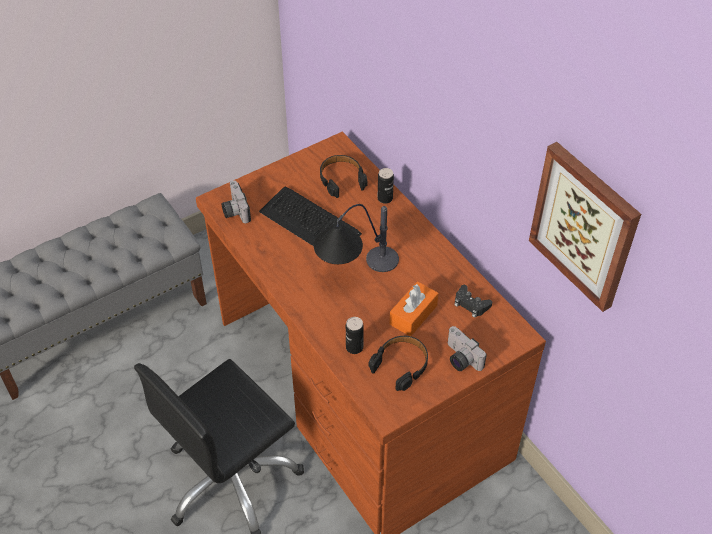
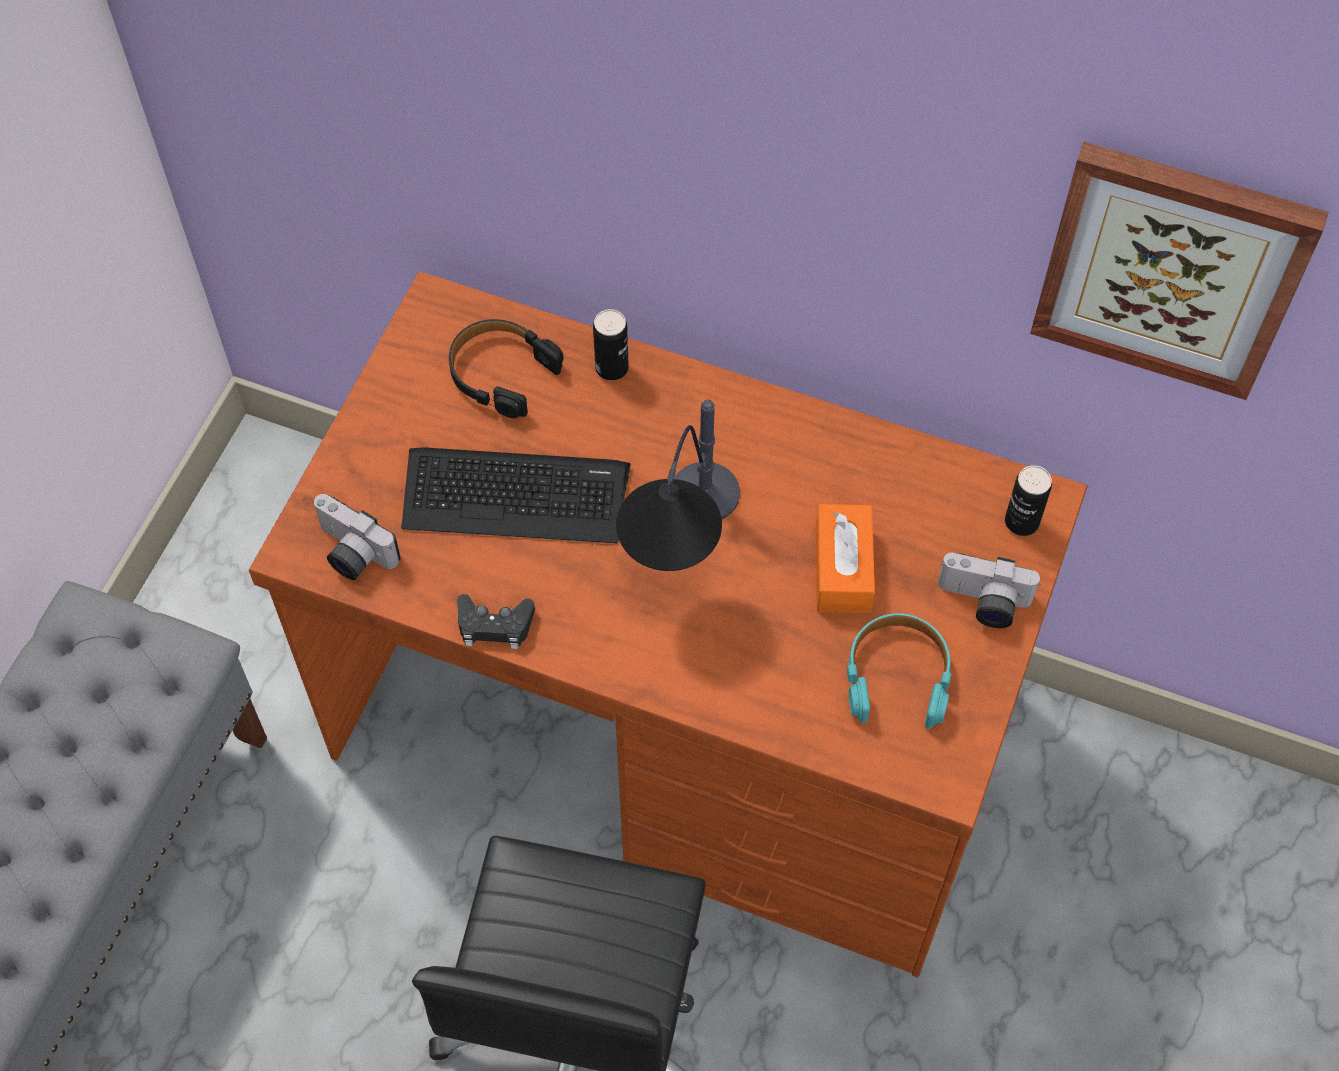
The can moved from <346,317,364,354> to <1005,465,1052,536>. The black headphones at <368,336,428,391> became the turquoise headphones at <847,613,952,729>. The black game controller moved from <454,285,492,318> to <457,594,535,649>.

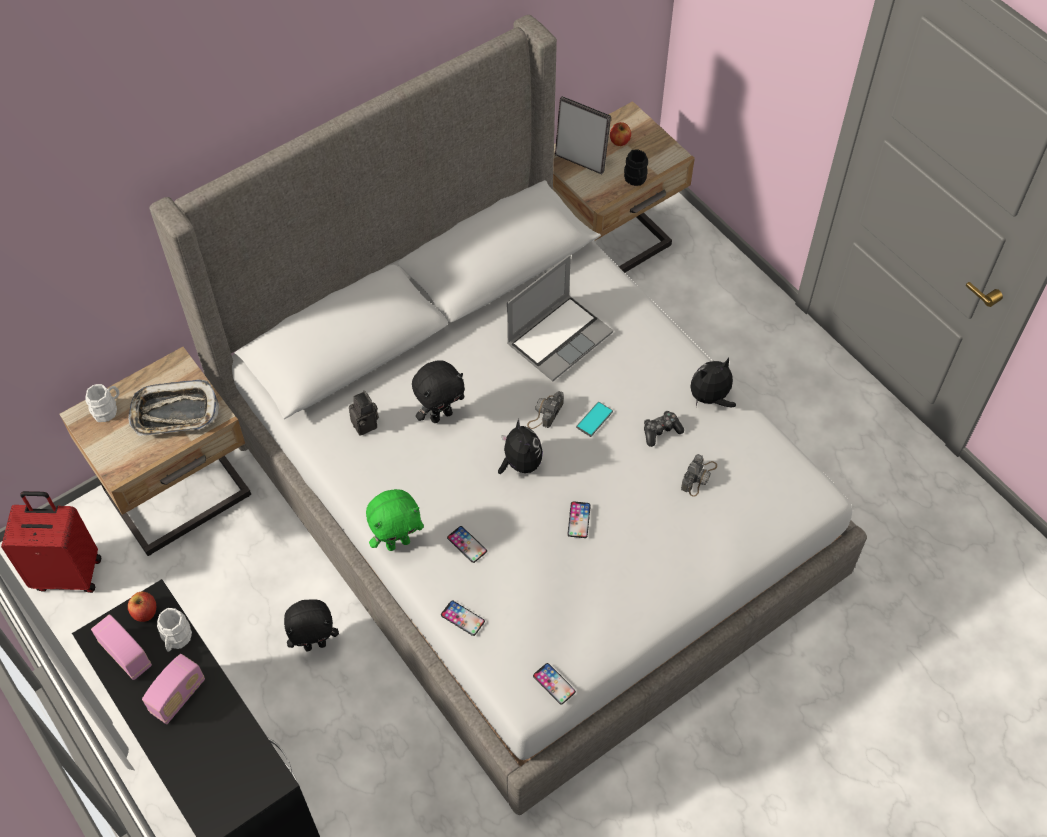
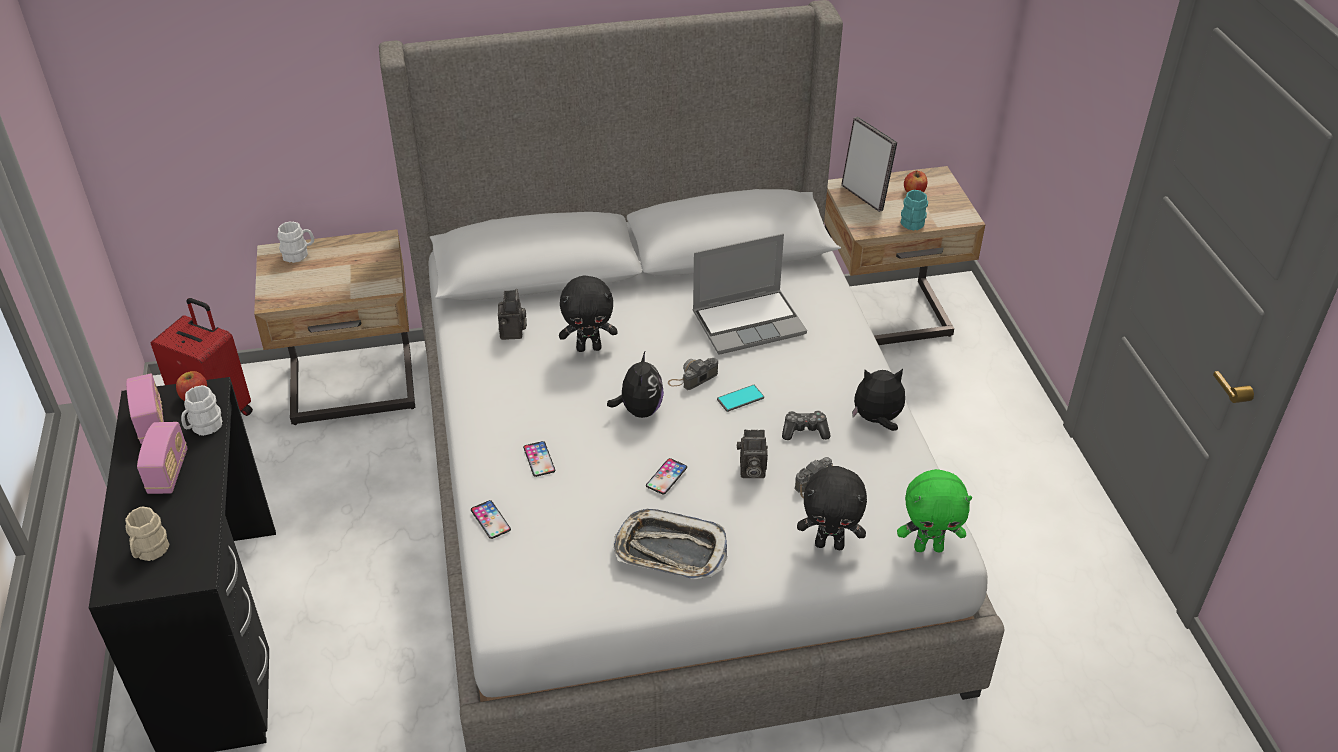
The tray moved from <128,380,219,436> to <613,509,727,579>. The radio at <142,654,205,724> turned 60 degrees counterclockwise. The black plush toy moved from <284,599,339,651> to <797,466,867,550>. The green plush toy moved from <366,489,424,551> to <897,469,972,552>. The phone at <533,663,576,705> disappeared. The black mug at <624,149,648,186> became the turquoise mug at <901,190,928,231>. The beige mug at <125,506,169,561> appeared. The photo camera at <737,430,768,478> appeared.

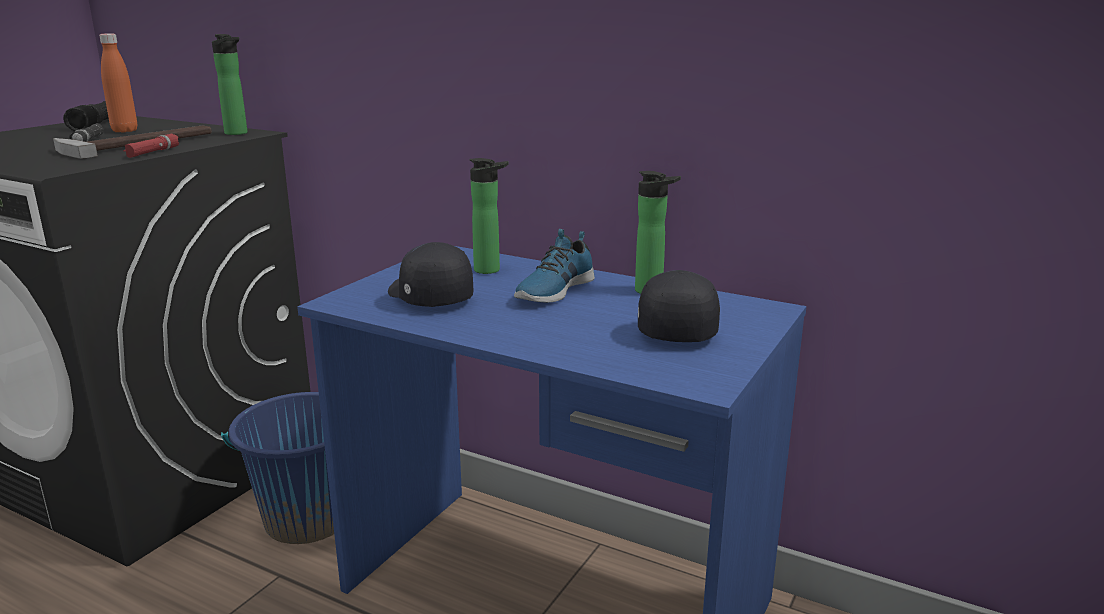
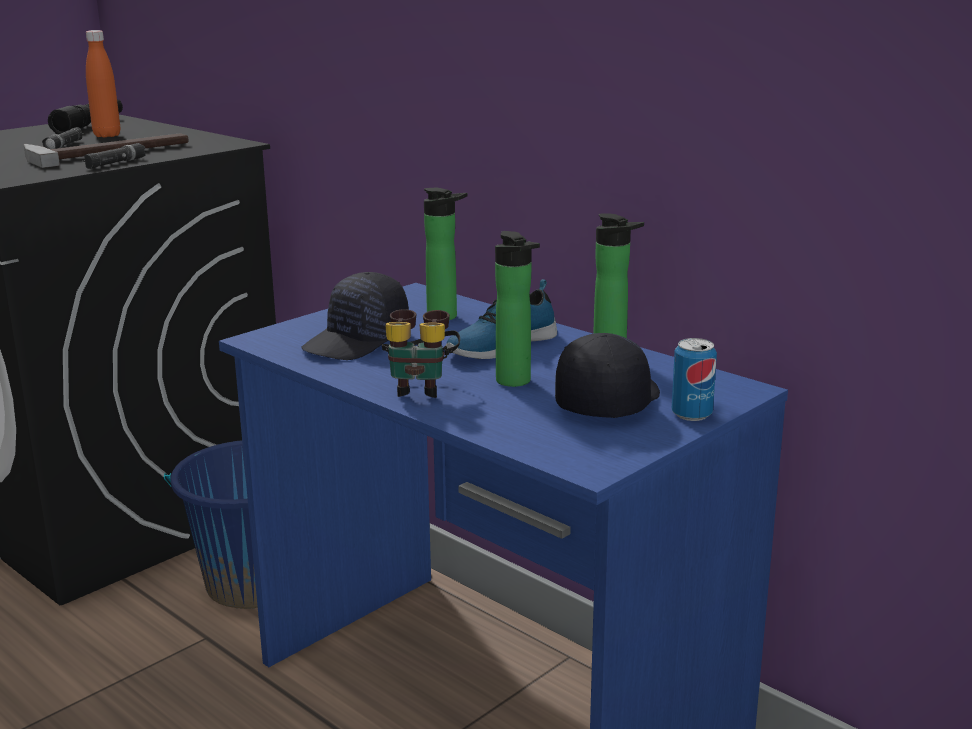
The red flashlight at <123,133,179,158> became the black flashlight at <83,143,146,169>. The bottle moved from <212,34,248,135> to <495,231,540,387>. The black cap at <388,242,474,307> turned 120 degrees counterclockwise. The binoculars at <382,309,460,398> appeared. The can at <671,338,717,421> appeared.

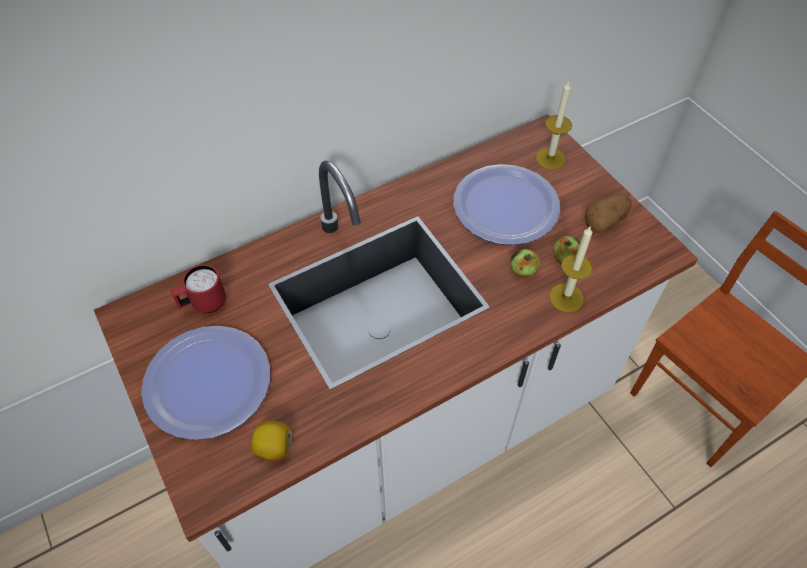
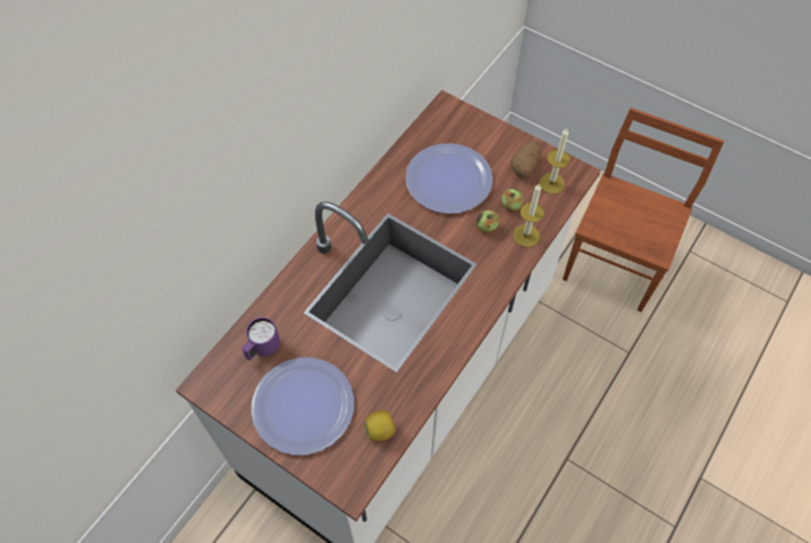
The red mug at <171,264,226,313> became the purple mug at <242,317,280,360>. The candle moved from <536,81,572,170> to <539,129,570,194>.

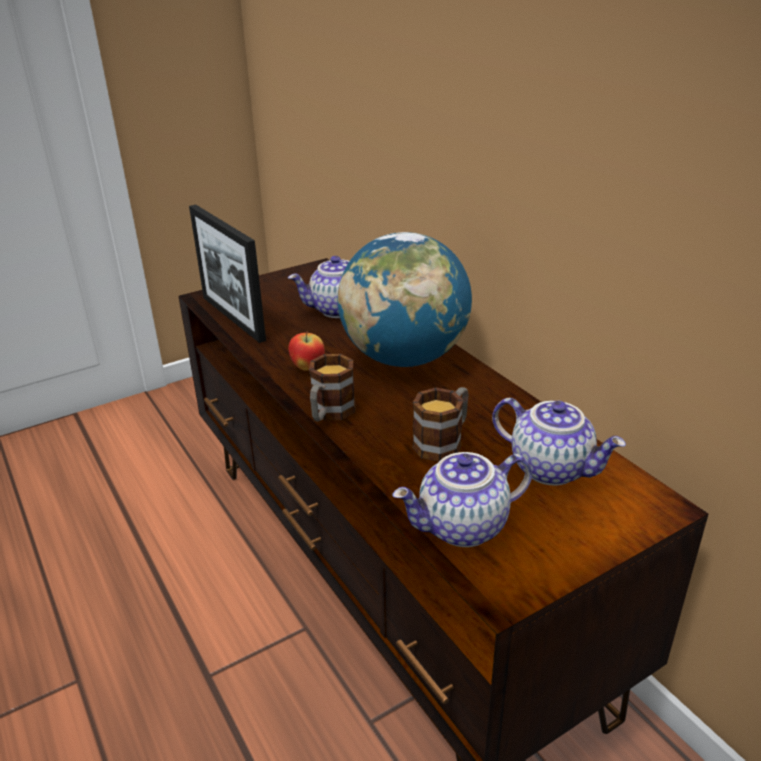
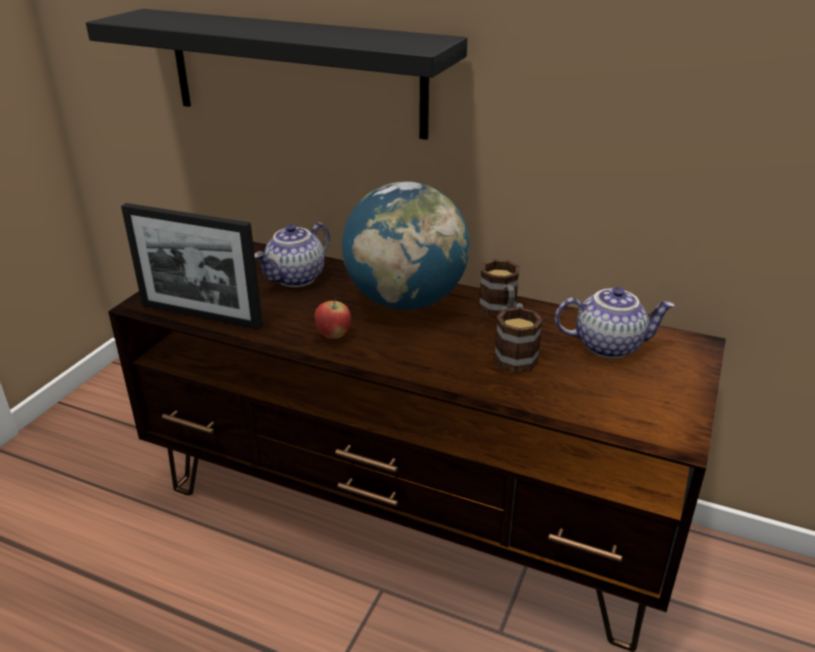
The mug moved from <309,354,355,421> to <478,259,520,317>. The teapot at <392,452,532,547> disappeared. The black shelf at <86,9,467,140> appeared.

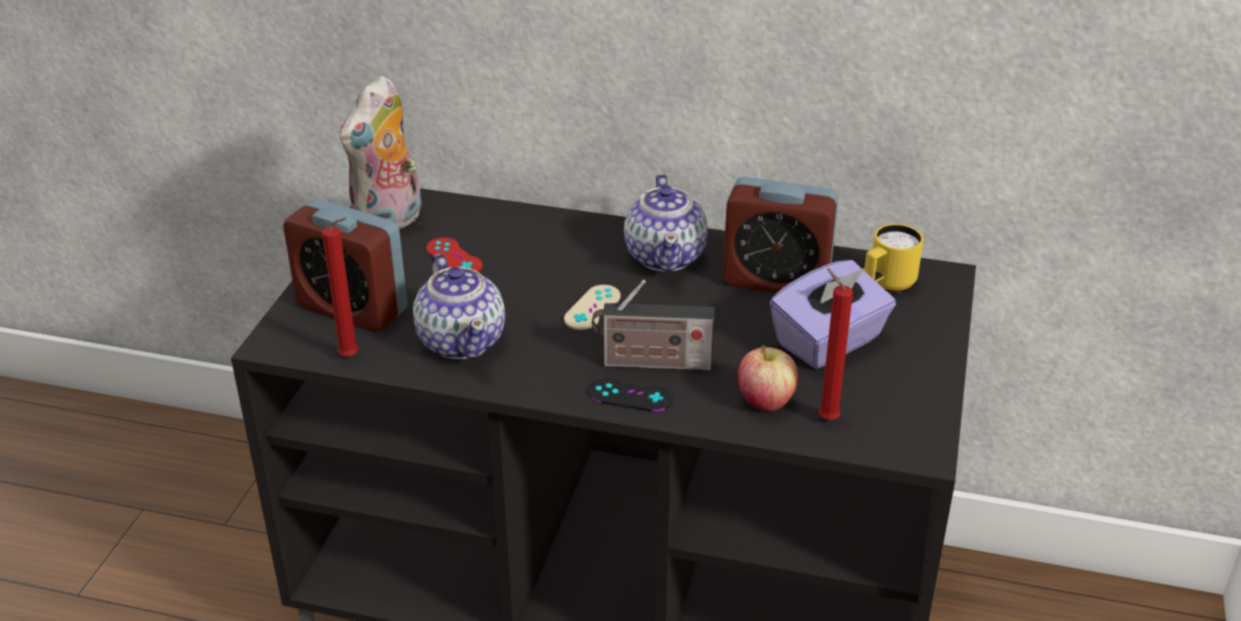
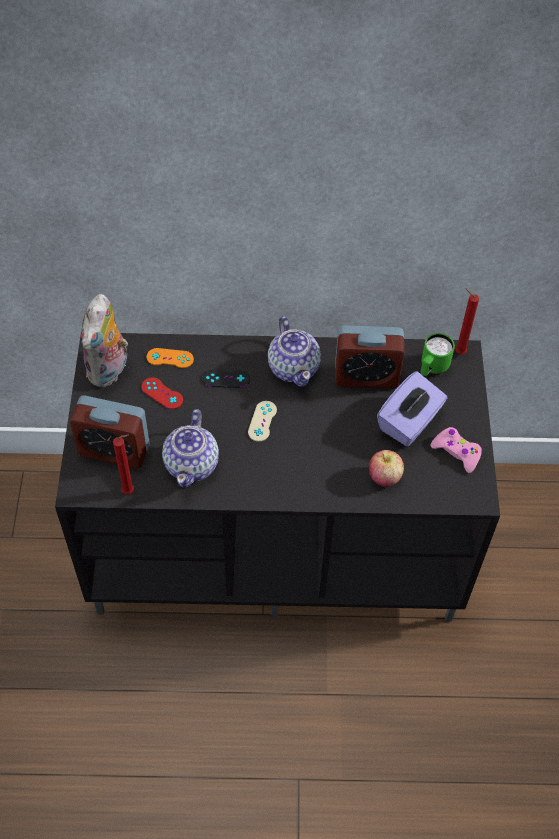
The teapot at <413,254,505,359> turned 45 degrees clockwise. The black game controller moved from <589,378,673,412> to <202,369,250,388>. The radio at <592,280,714,370> disappeared. The red candle moved from <818,268,853,420> to <455,288,479,355>. The yellow mug at <864,224,924,293> became the green mug at <421,333,455,376>. The orange game controller at <147,348,194,368> appeared. The pink game controller at <431,427,482,473> appeared.

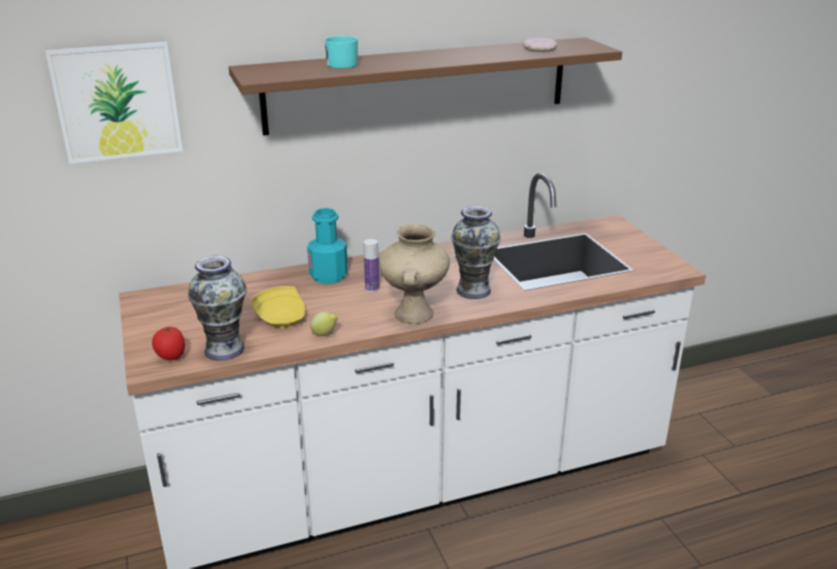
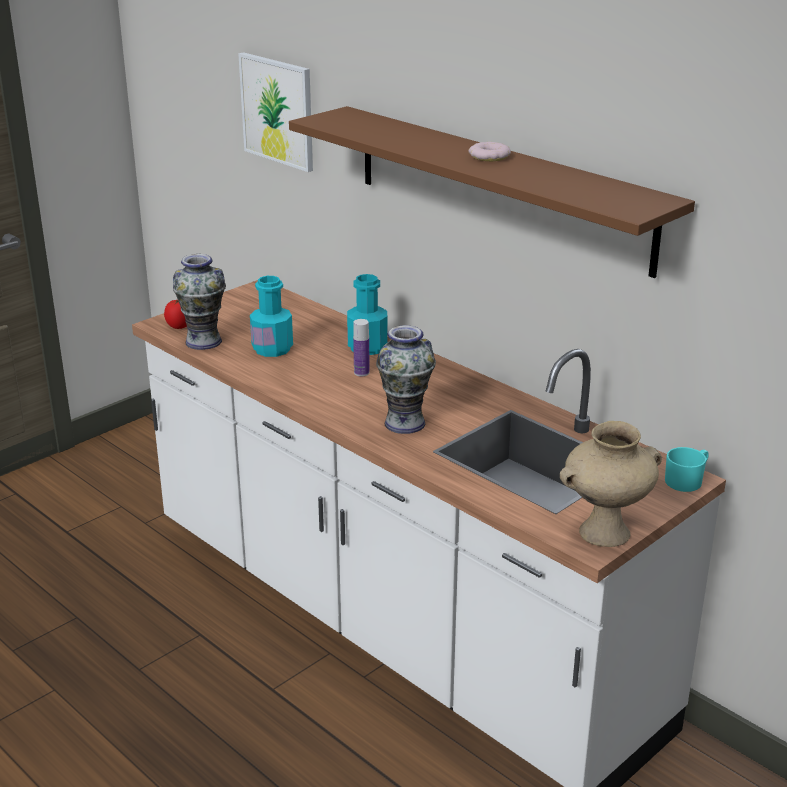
The yellow plate at <252,286,305,328> was replaced by the turquoise bottle at <250,276,293,357>. The lemon at <310,311,338,336> disappeared. The turquoise mug moved from <325,35,358,68> to <665,447,709,492>. The beige vase moved from <379,224,450,324> to <560,421,662,547>. The donut moved from <523,38,557,52> to <468,142,511,161>.

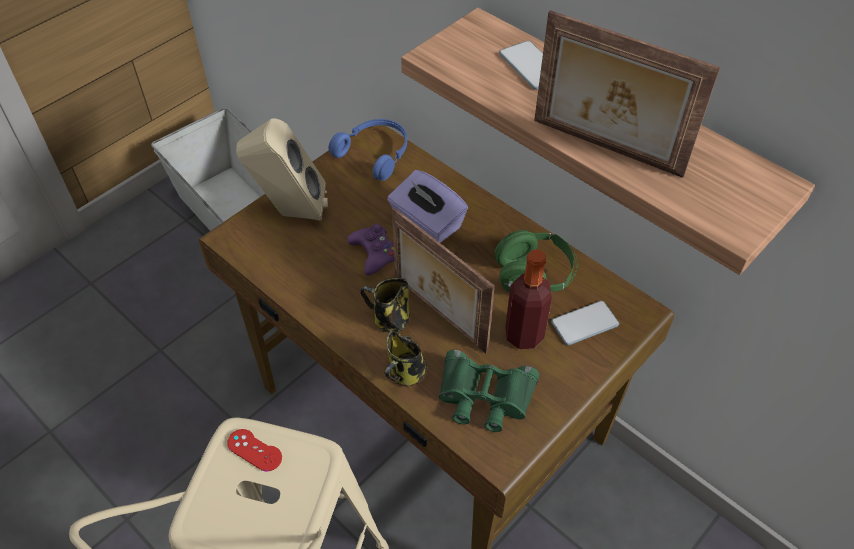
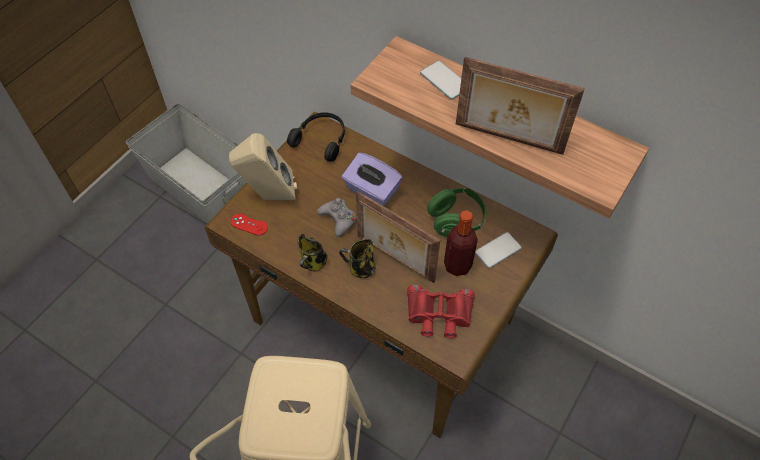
The red game controller moved from <227,429,282,471> to <231,214,268,235>. The blue headphones at <329,119,407,181> became the black headphones at <287,112,345,162>. The purple game controller at <347,224,394,276> became the grey game controller at <317,198,357,237>. The mug moved from <384,329,427,387> to <297,234,327,271>. The green binoculars at <439,350,539,432> became the red binoculars at <407,285,474,338>.

